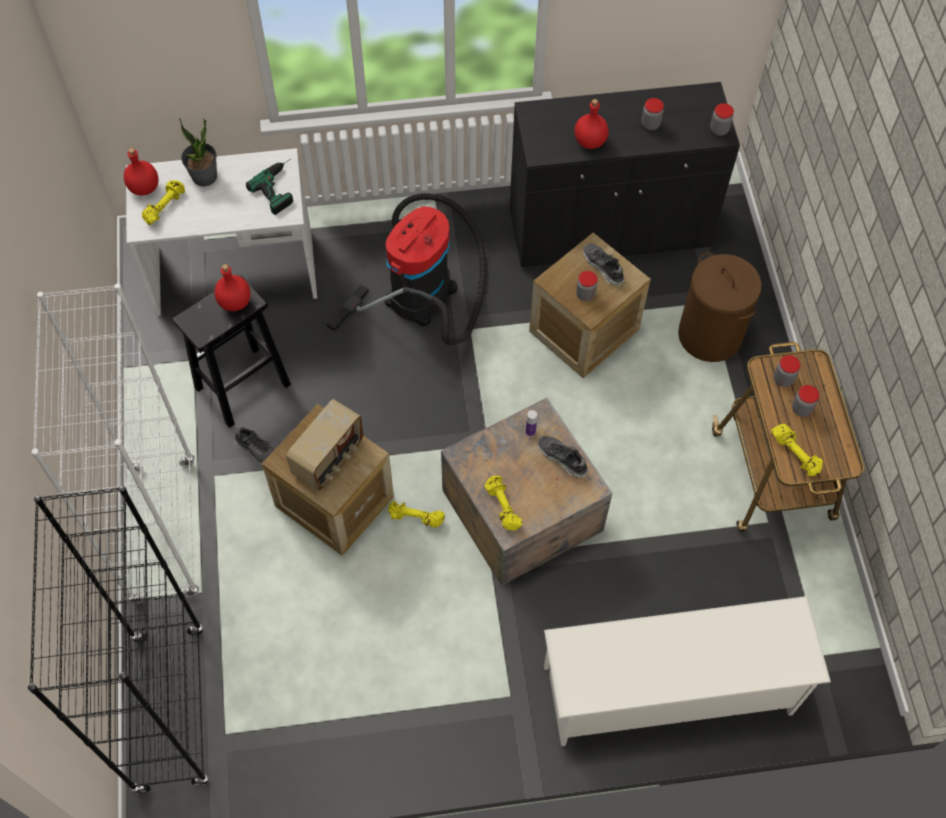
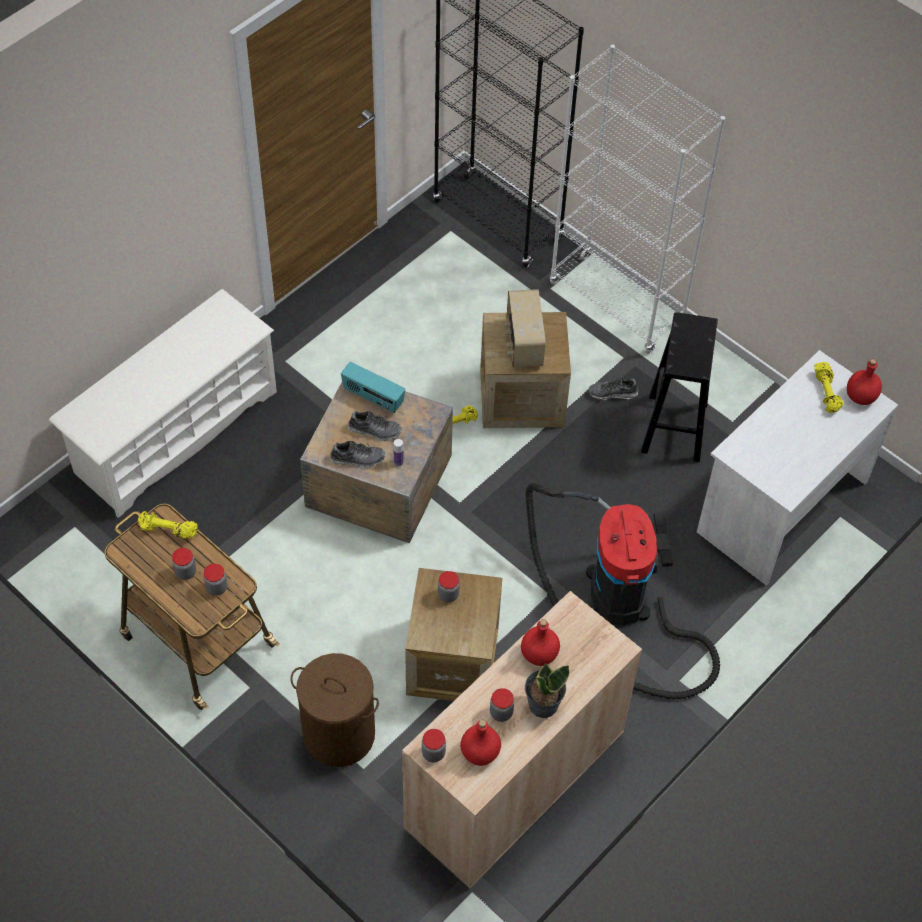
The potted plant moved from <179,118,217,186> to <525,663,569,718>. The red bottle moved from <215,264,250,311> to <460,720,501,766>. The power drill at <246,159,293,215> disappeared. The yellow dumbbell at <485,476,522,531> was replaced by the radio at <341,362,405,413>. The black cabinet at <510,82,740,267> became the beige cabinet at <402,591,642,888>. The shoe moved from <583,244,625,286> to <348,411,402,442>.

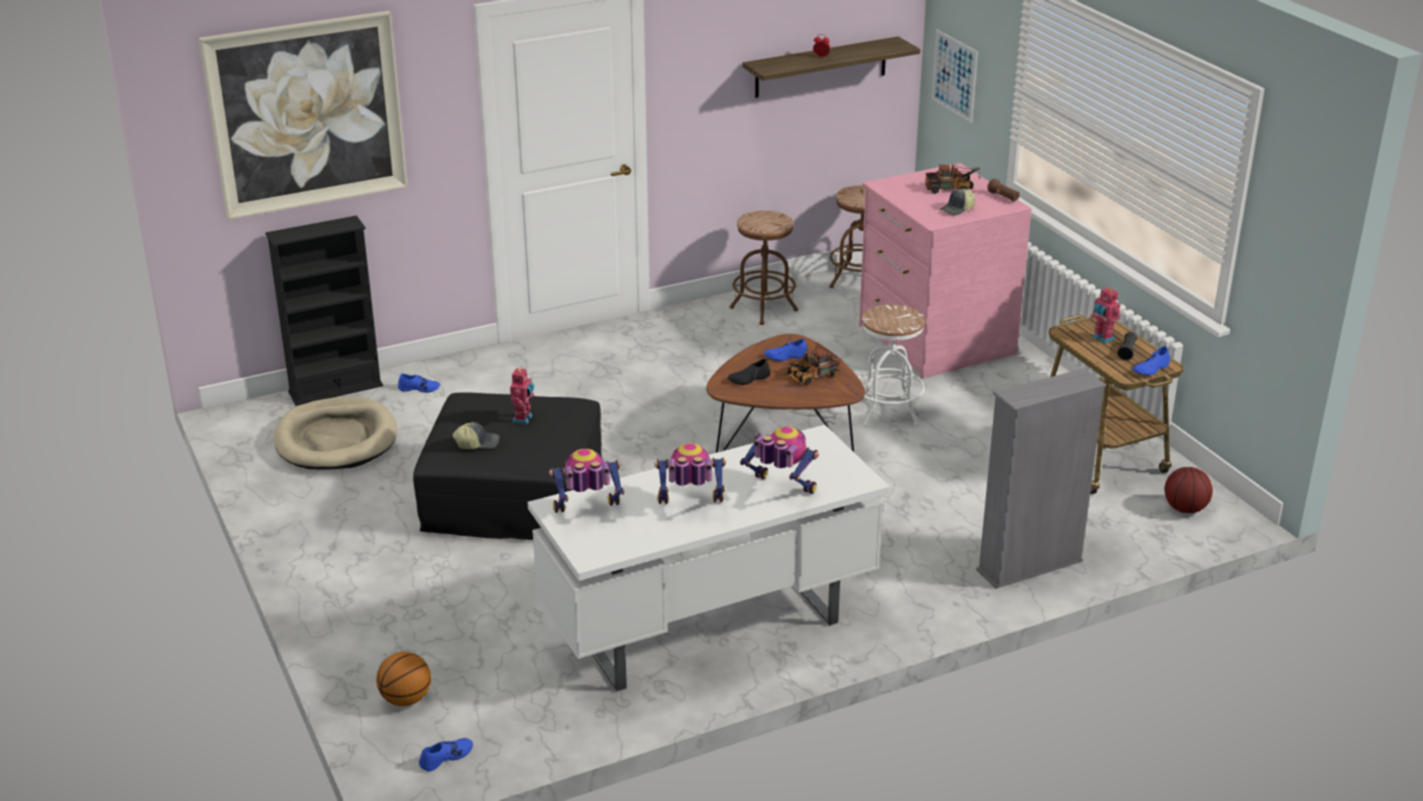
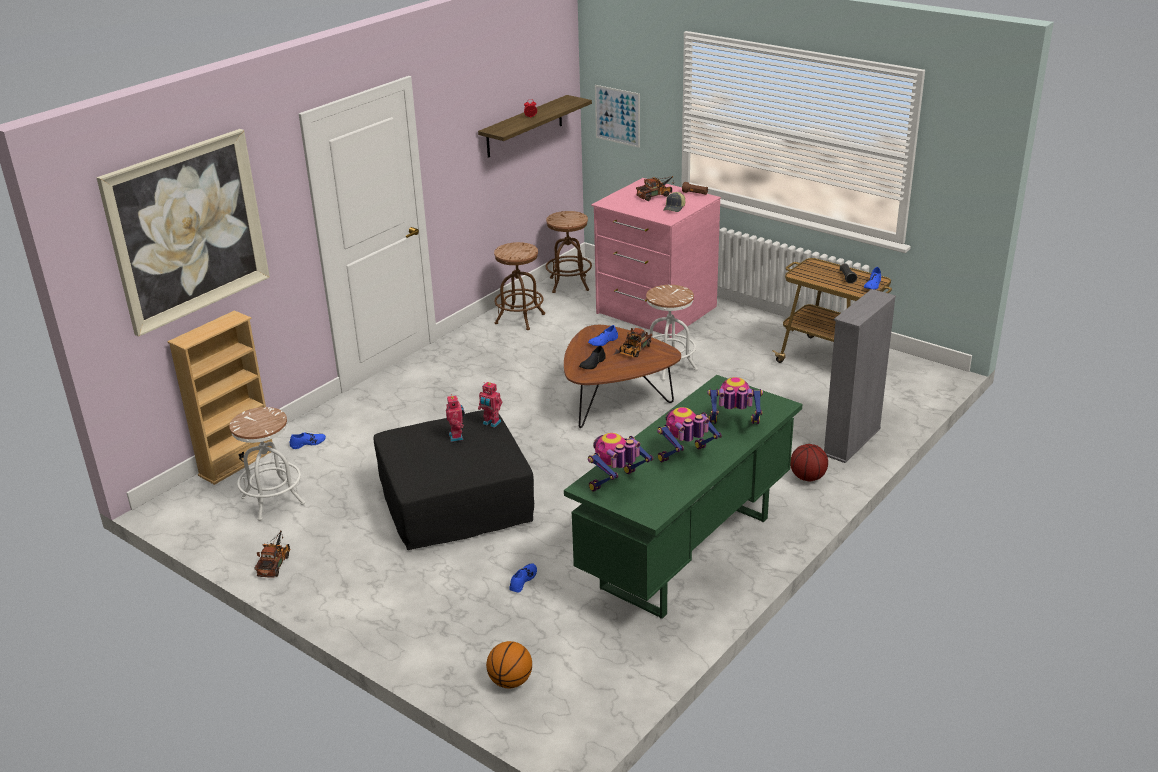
The black bookcase at <265,216,383,406> became the beige bookcase at <167,311,273,485>. The beige dog bed at <274,397,397,469> was replaced by the white stool at <229,407,305,521>. The blue shoe moved from <419,738,473,771> to <509,563,537,593>. The cap at <453,422,499,449> disappeared. The white desk at <528,425,890,691> became the green desk at <564,375,802,619>. The toy robot moved from <1090,286,1121,344> to <478,382,502,428>. The basketball moved from <1165,467,1213,513> to <790,444,828,481>. The toy truck at <254,530,291,578> appeared.

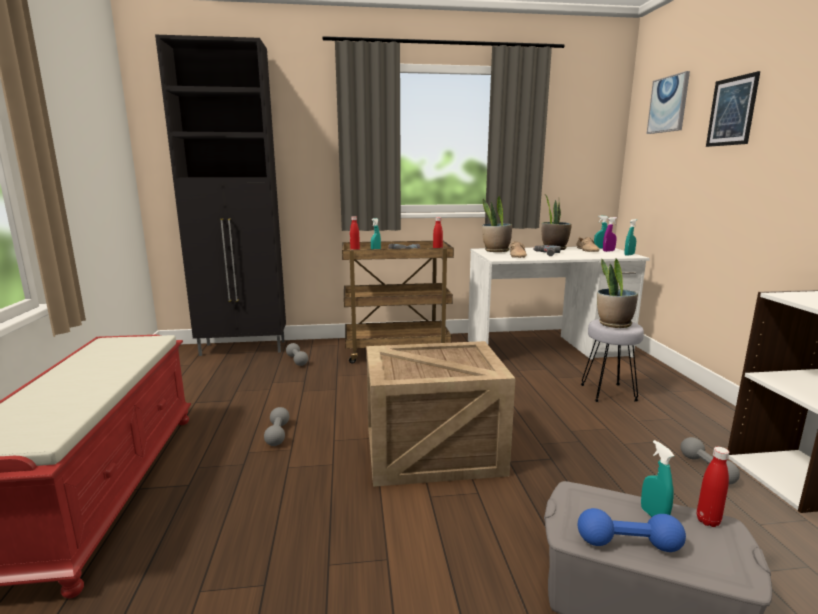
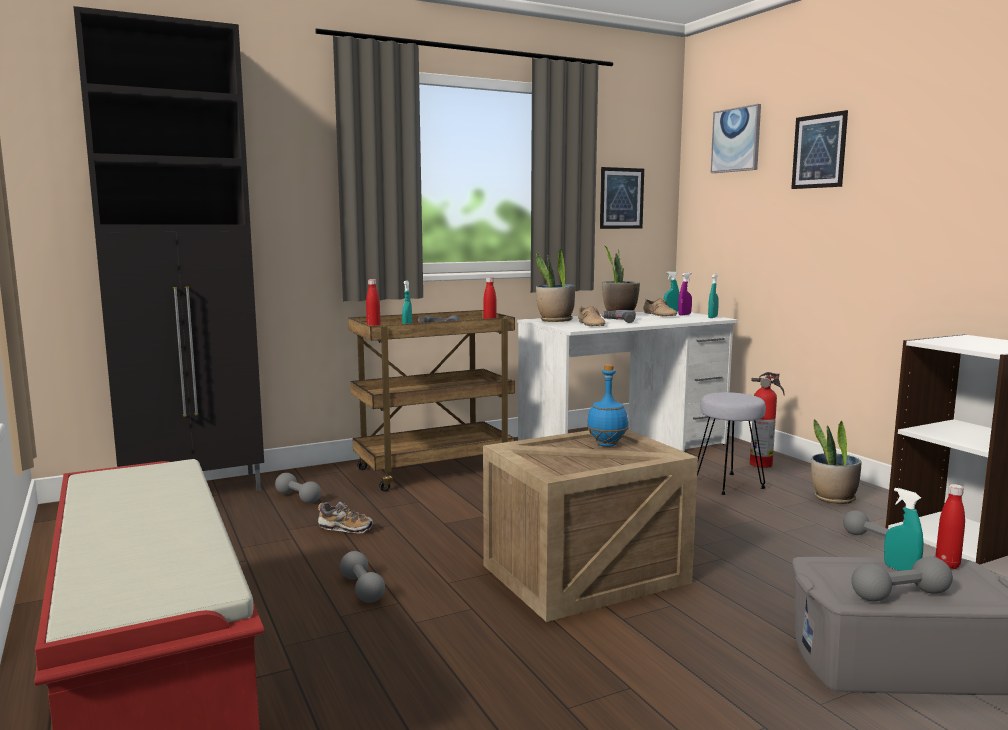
The blue dumbbell at <578,508,686,552> became the grey dumbbell at <851,557,953,602>. The potted plant moved from <597,259,638,328> to <811,419,861,504>. The shoe at <318,502,374,533> appeared. The blue bottle at <587,365,628,447> appeared. The picture at <600,167,644,229> appeared. The fire extinguisher at <750,372,784,468> appeared.

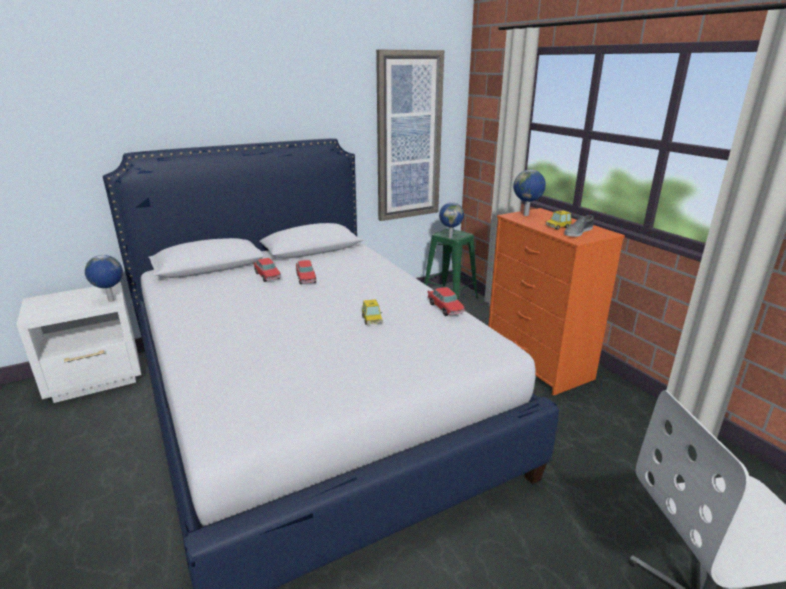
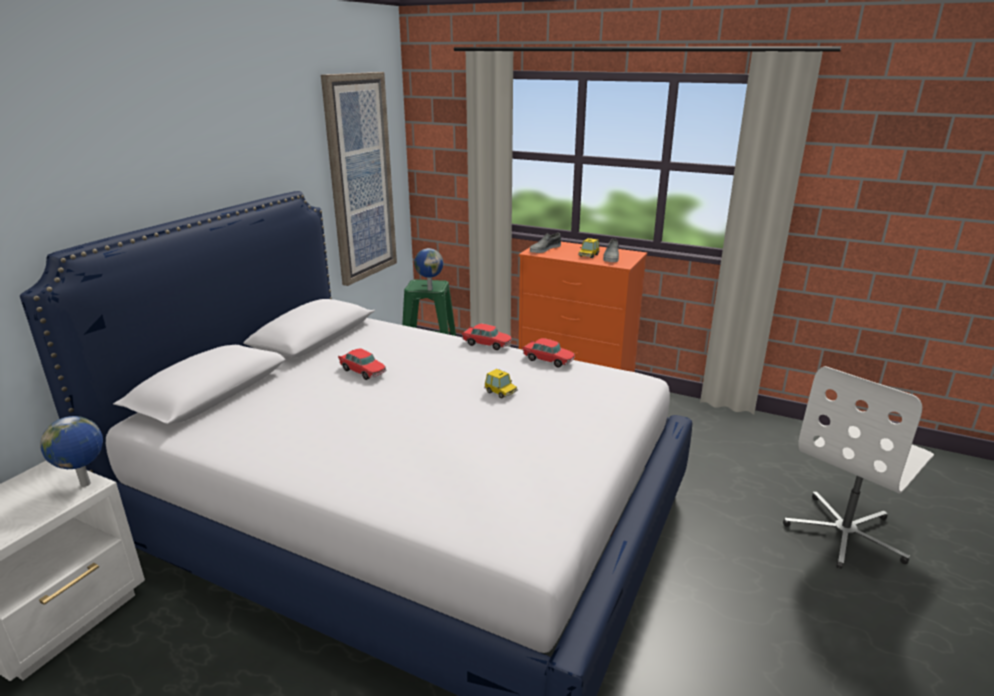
The toy car moved from <253,258,281,282> to <462,324,512,350>. The globe at <513,170,546,216> was replaced by the grey shoe at <530,233,561,253>.

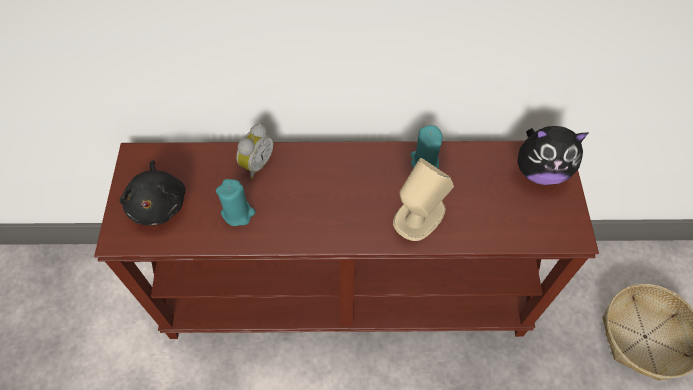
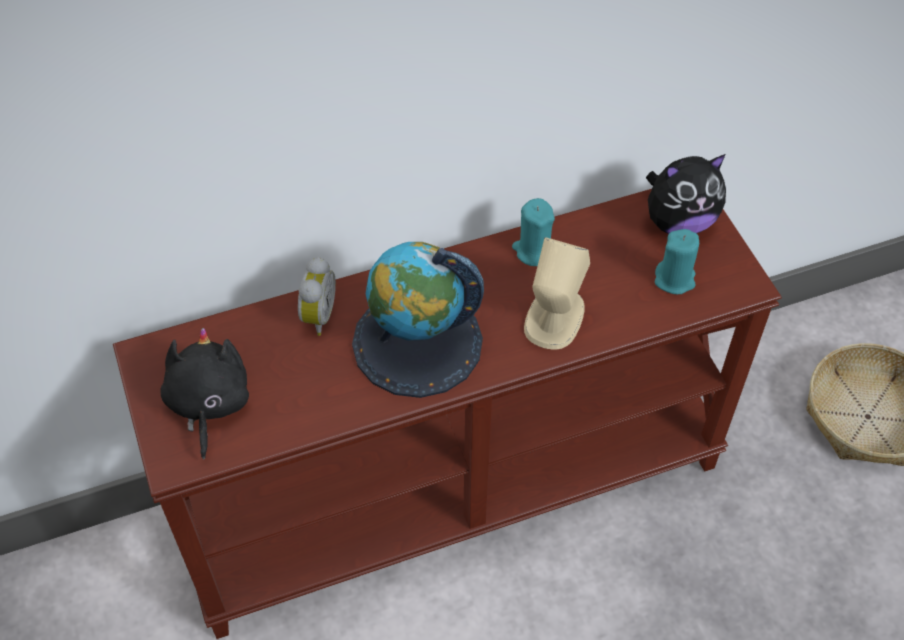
The black plush toy at <119,160,185,226> turned 150 degrees counterclockwise. The turquoise candle moved from <216,179,255,226> to <655,229,699,294>. The globe at <352,242,484,398> appeared.

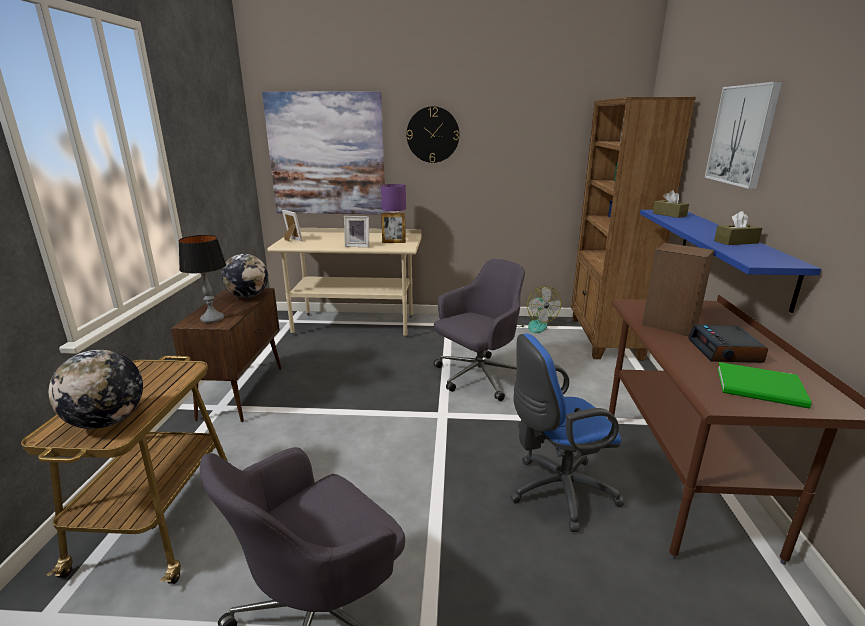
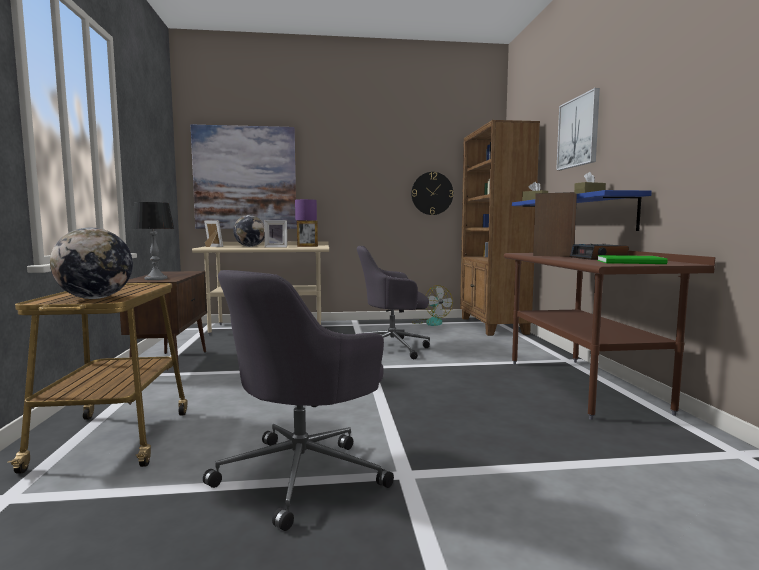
The globe moved from <221,254,268,298> to <233,215,265,247>. The wall clock moved from <407,106,459,163> to <411,172,453,215>. The grey office chair at <433,259,525,401> turned 135 degrees counterclockwise. The blue office chair at <510,334,624,532> disappeared.

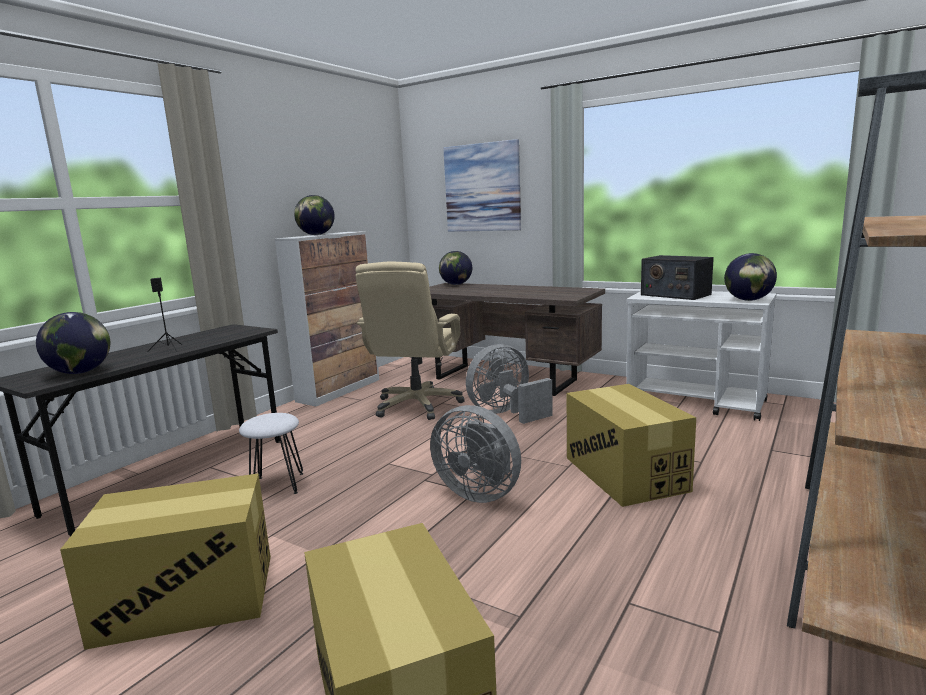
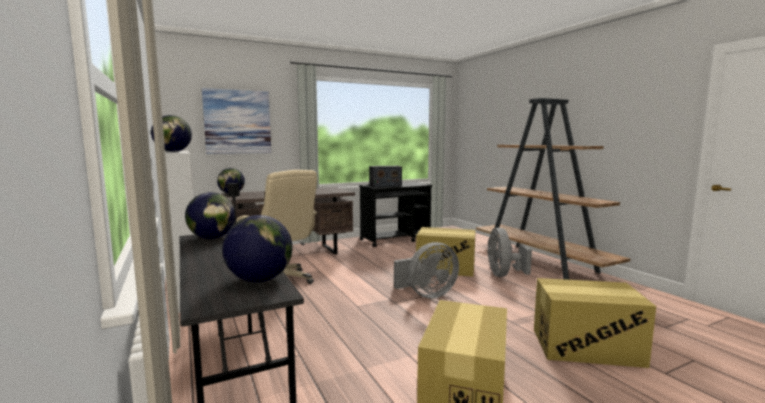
The white stool at <239,413,303,494> disappeared. The grey fan moved from <466,344,553,424> to <487,228,532,277>. The white cart at <626,291,776,421> became the black cart at <359,182,432,247>. The globe moved from <724,253,777,301> to <185,192,235,239>.

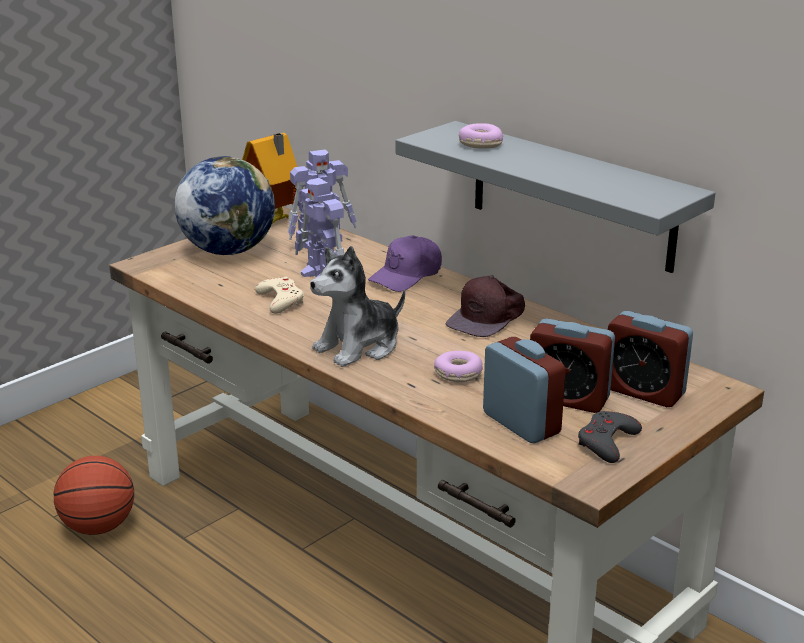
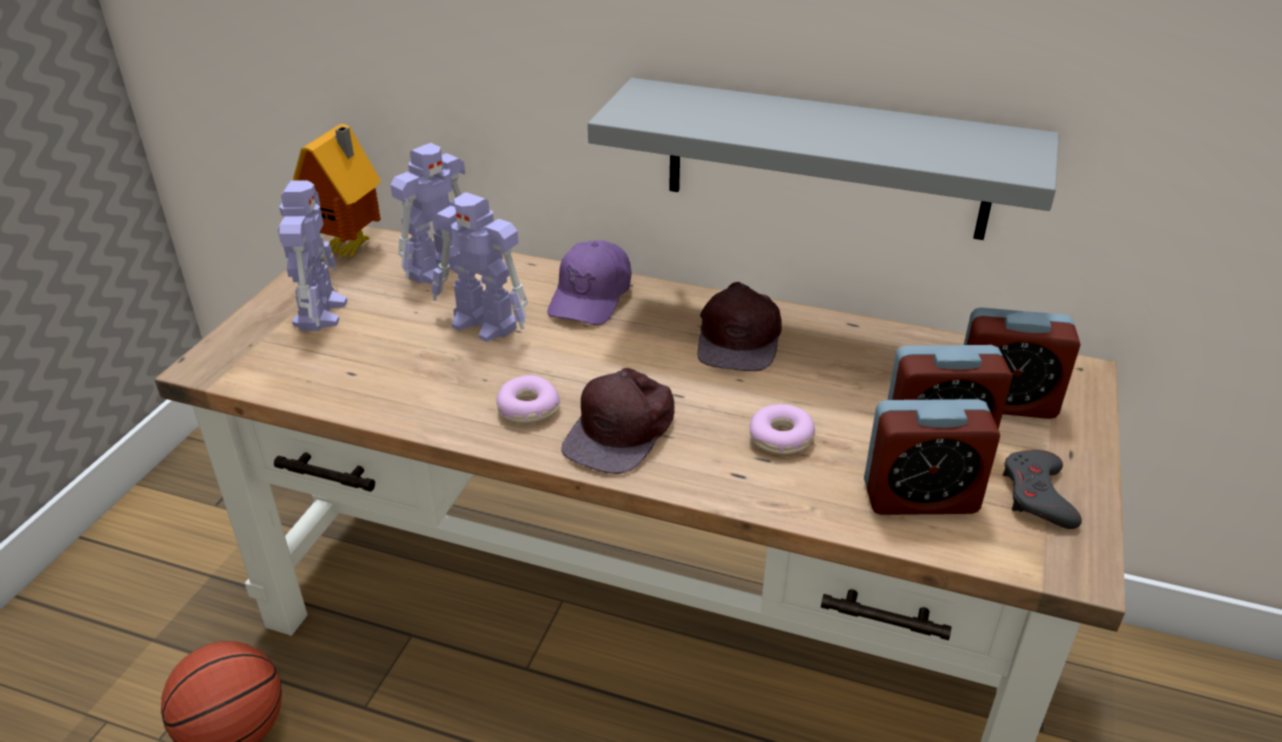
The globe at <175,156,275,255> was replaced by the toy robot at <277,180,347,331>. The beige game controller at <255,277,304,314> disappeared. The plush toy at <310,246,405,367> was replaced by the brown cap at <561,368,675,474>. The donut moved from <459,123,503,149> to <496,375,560,424>. The alarm clock at <483,337,566,443> turned 150 degrees clockwise.

